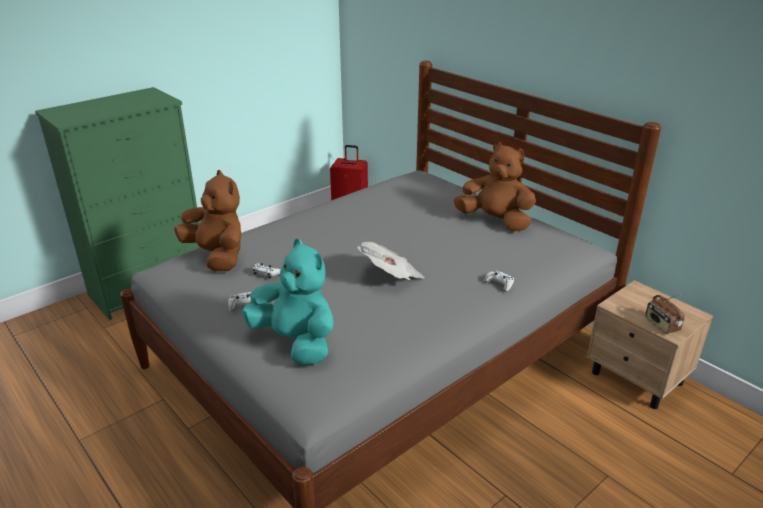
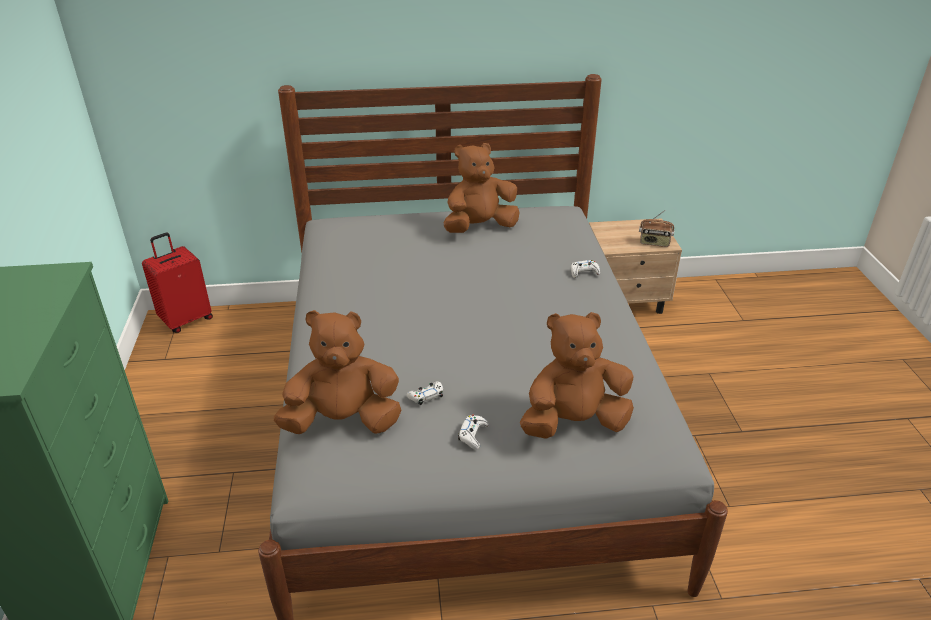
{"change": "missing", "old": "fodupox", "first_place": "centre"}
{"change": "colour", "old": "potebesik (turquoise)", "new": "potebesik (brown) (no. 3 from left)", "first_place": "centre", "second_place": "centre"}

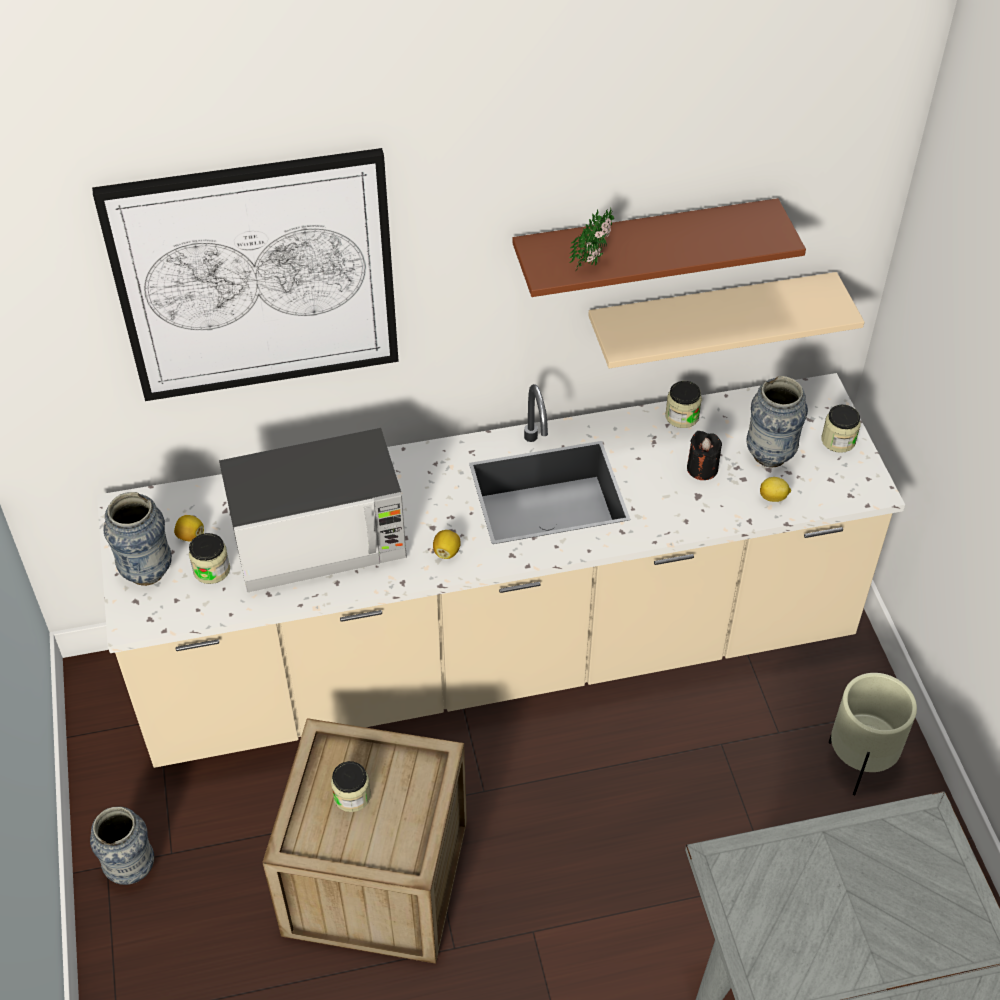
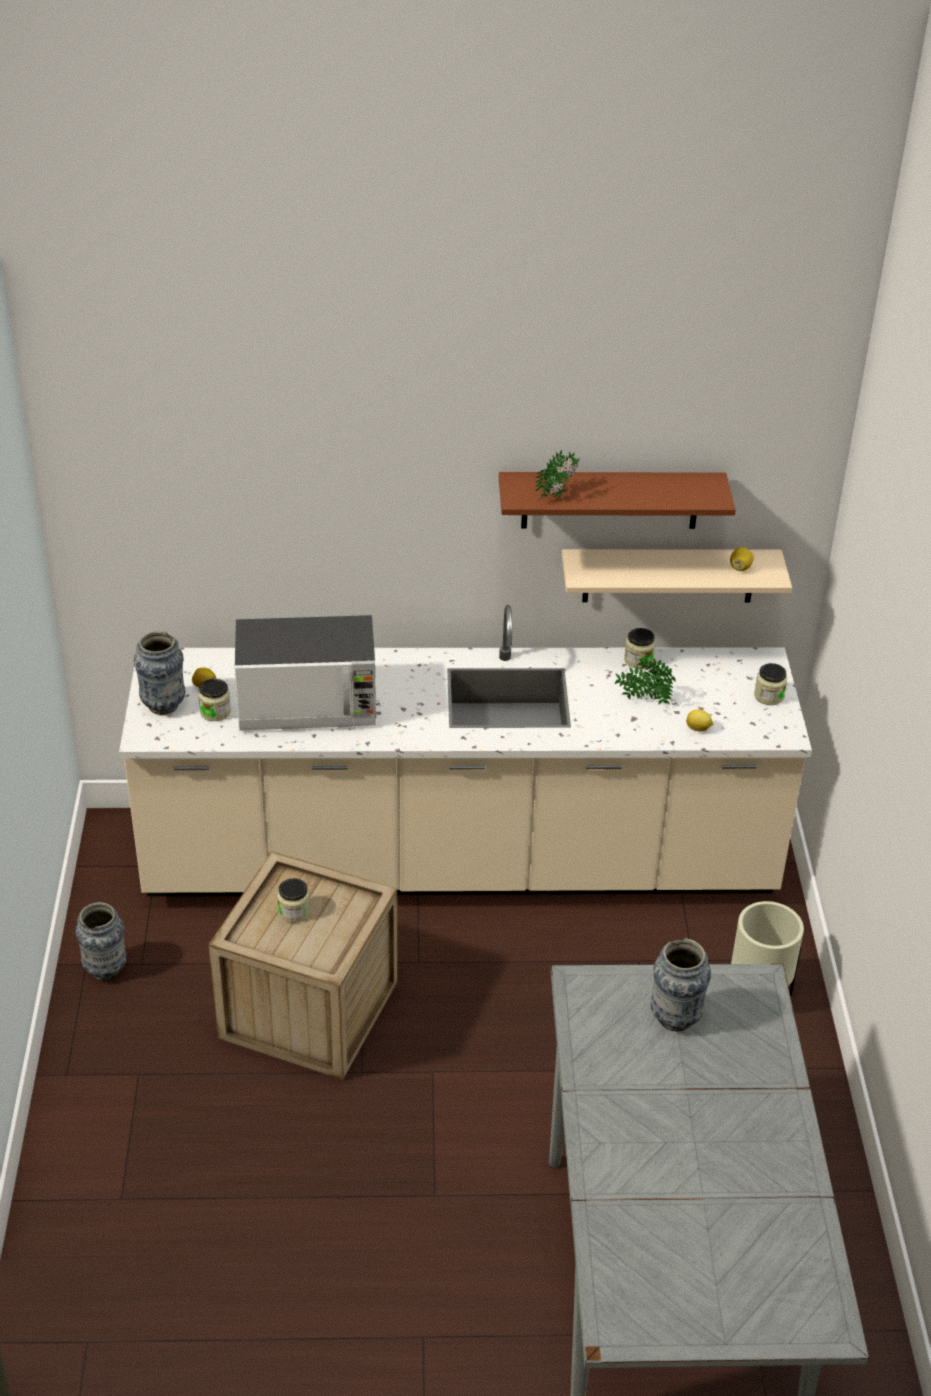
{"change": "missing", "old": "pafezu", "first_place": "top left"}
{"change": "relocated", "old": "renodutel (no. 2 from left in the first image)", "new": "renodutel (no. 3 from left)", "first_place": "centre", "second_place": "middle right"}
{"change": "relocated", "old": "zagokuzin (no. 3 from left)", "first_place": "middle right", "second_place": "bottom right"}
{"change": "exchanged", "old": "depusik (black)", "new": "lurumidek (no. 2 from left)", "first_place": "middle right", "second_place": "middle right"}

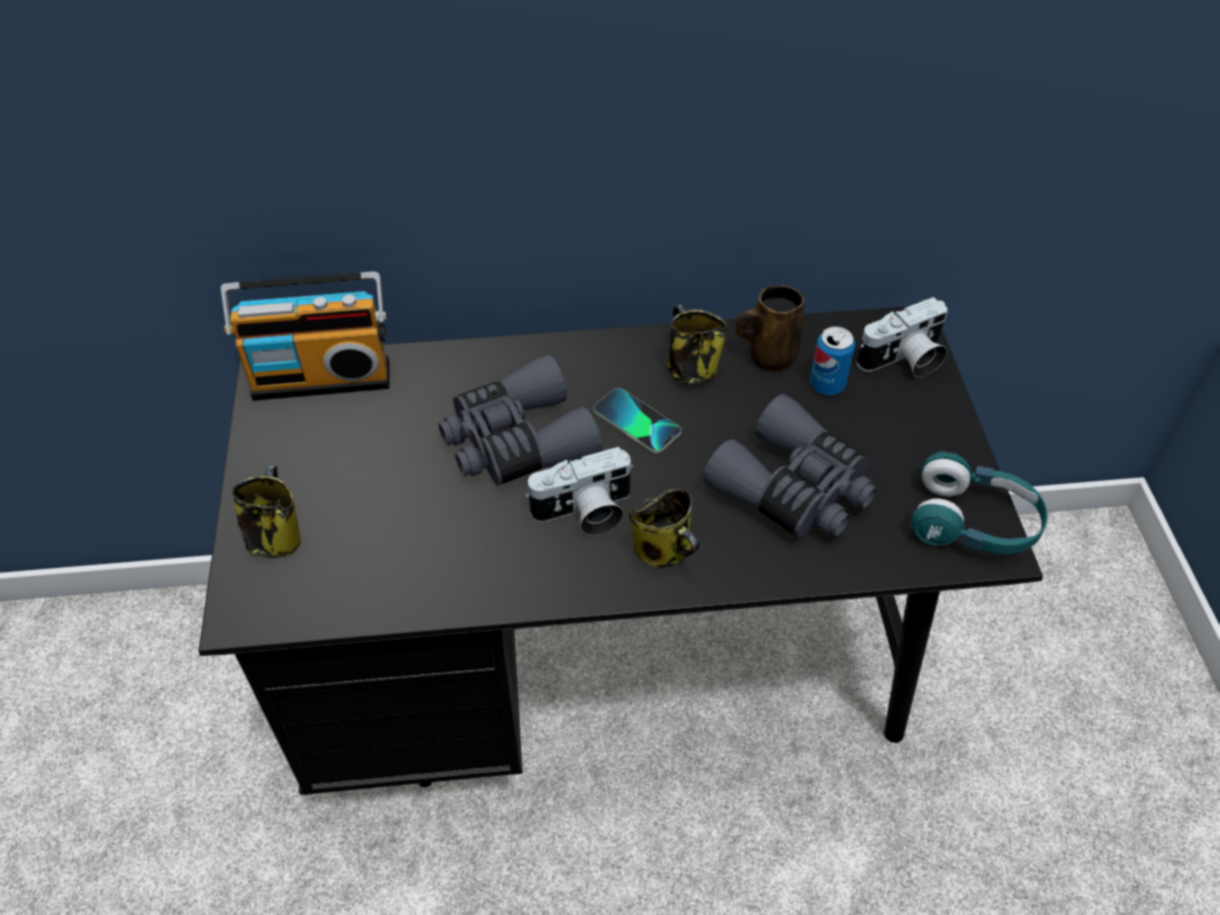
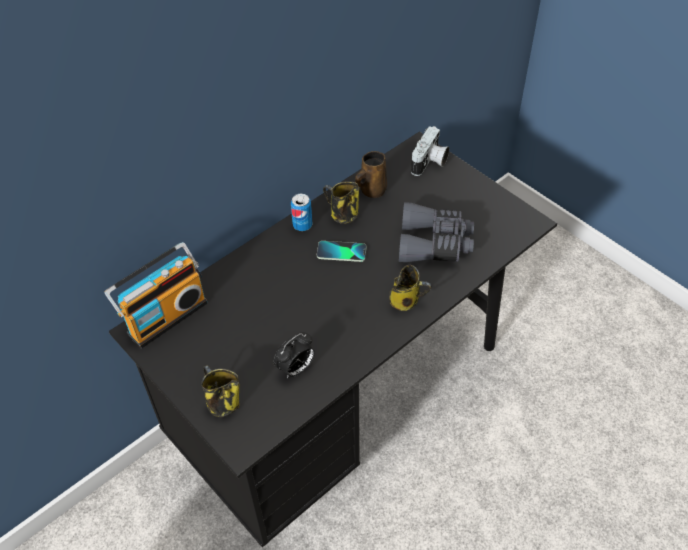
{"change": "missing", "old": "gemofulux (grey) (no. 1 from left)", "first_place": "centre"}
{"change": "missing", "old": "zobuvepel (no. 1 from left)", "first_place": "centre"}
{"change": "missing", "old": "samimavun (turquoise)", "first_place": "middle right"}
{"change": "appeared", "new": "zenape", "second_place": "centre"}
{"change": "relocated", "old": "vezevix", "first_place": "middle right", "second_place": "centre"}

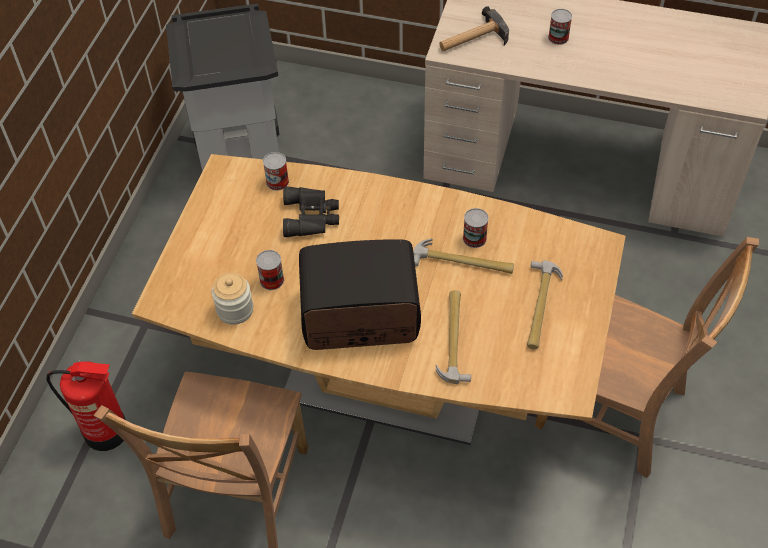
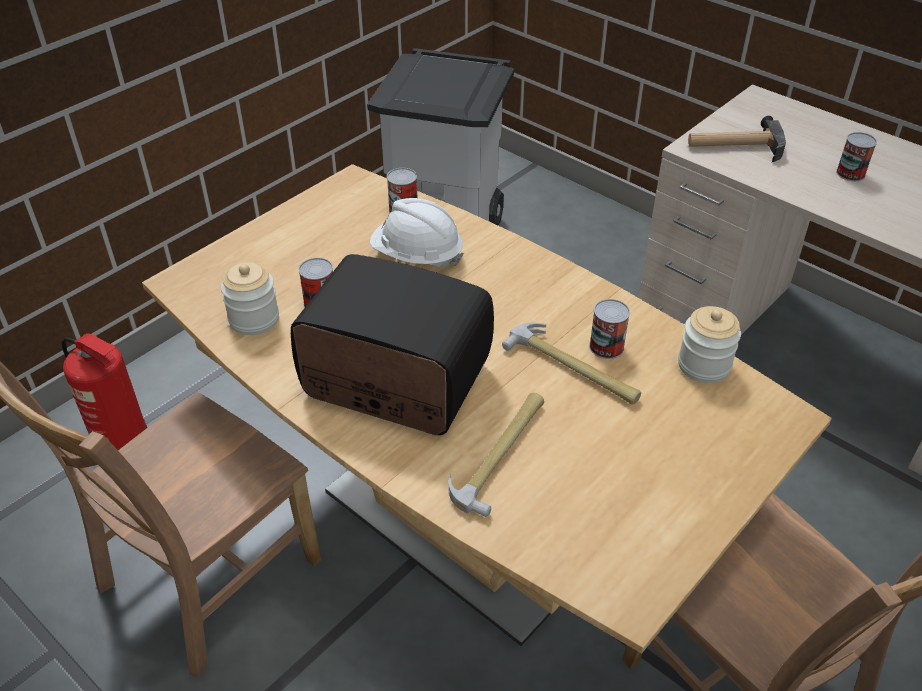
{"change": "missing", "old": "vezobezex (no. 4 from left)", "first_place": "middle right"}
{"change": "appeared", "new": "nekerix (no. 2 from left)", "second_place": "middle right"}
{"change": "exchanged", "old": "gemofulux (black)", "new": "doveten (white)", "first_place": "centre", "second_place": "centre"}

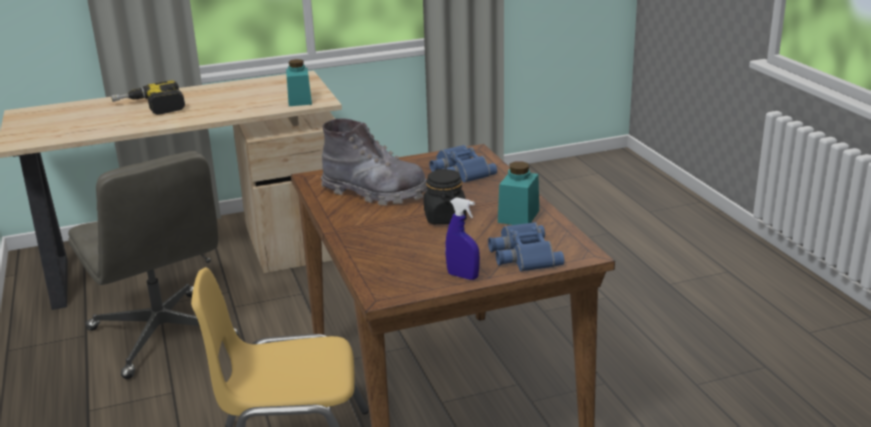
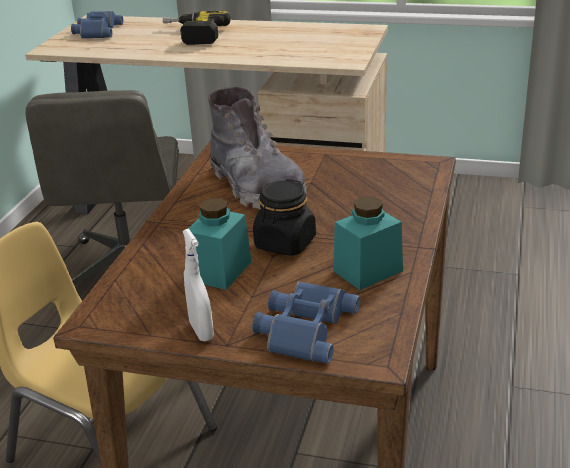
{"change": "relocated", "old": "nekerix (turquoise) (no. 1 from left)", "first_place": "top centre", "second_place": "centre"}
{"change": "relocated", "old": "gemofulux (blue) (no. 1 from left)", "first_place": "centre", "second_place": "top left"}
{"change": "colour", "old": "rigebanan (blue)", "new": "rigebanan (white)", "first_place": "centre", "second_place": "centre"}

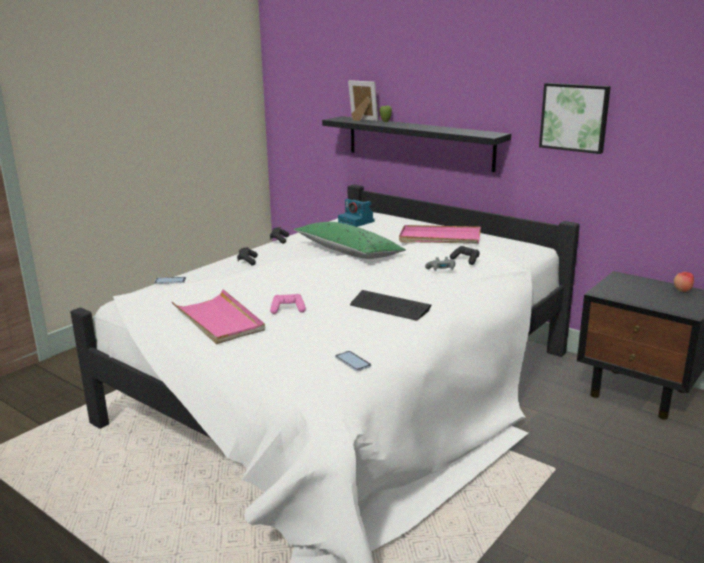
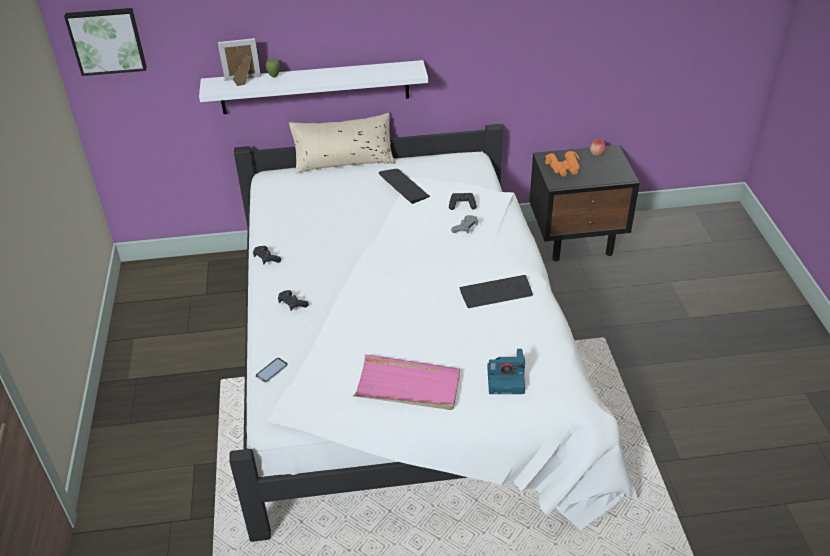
{"change": "missing", "old": "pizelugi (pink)", "first_place": "centre"}
{"change": "missing", "old": "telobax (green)", "first_place": "centre"}
{"change": "missing", "old": "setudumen (no. 2 from left)", "first_place": "centre"}
{"change": "appeared", "new": "telobax (beige)", "second_place": "top centre"}
{"change": "appeared", "new": "gemofulux (orange)", "second_place": "top right"}
{"change": "relocated", "old": "zobuvepel", "first_place": "centre", "second_place": "bottom centre"}
{"change": "relocated", "old": "pafezu", "first_place": "top right", "second_place": "top left"}
{"change": "exchanged", "old": "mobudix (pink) (no. 2 from left)", "new": "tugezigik (no. 1 from left)", "first_place": "centre", "second_place": "centre"}
{"change": "colour", "old": "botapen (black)", "new": "botapen (white)", "first_place": "top centre", "second_place": "top centre"}

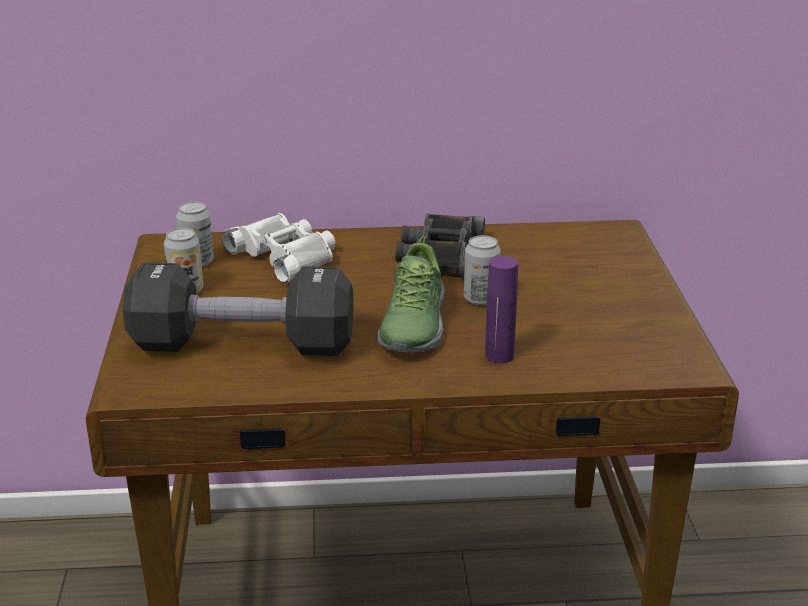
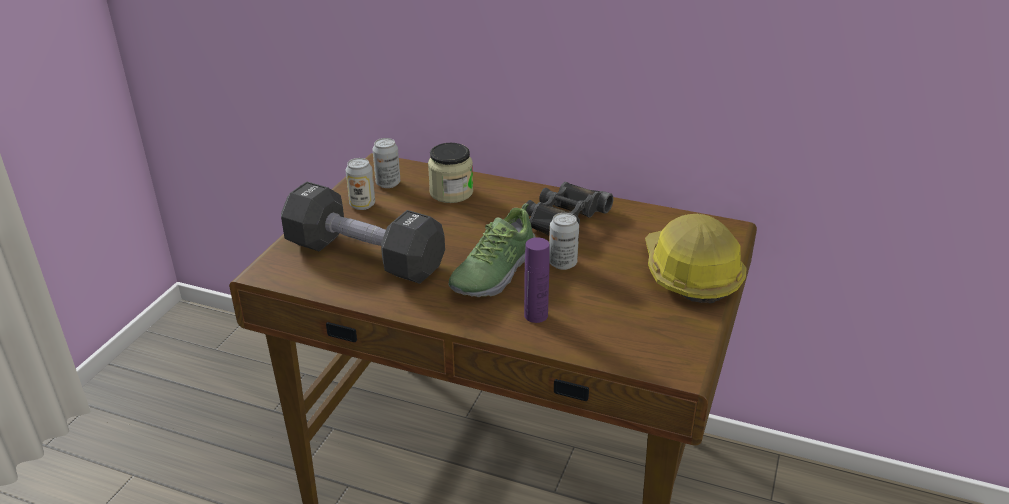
{"change": "appeared", "new": "doveten", "second_place": "middle right"}
{"change": "exchanged", "old": "gemofulux (white)", "new": "nekerix", "first_place": "centre", "second_place": "centre"}

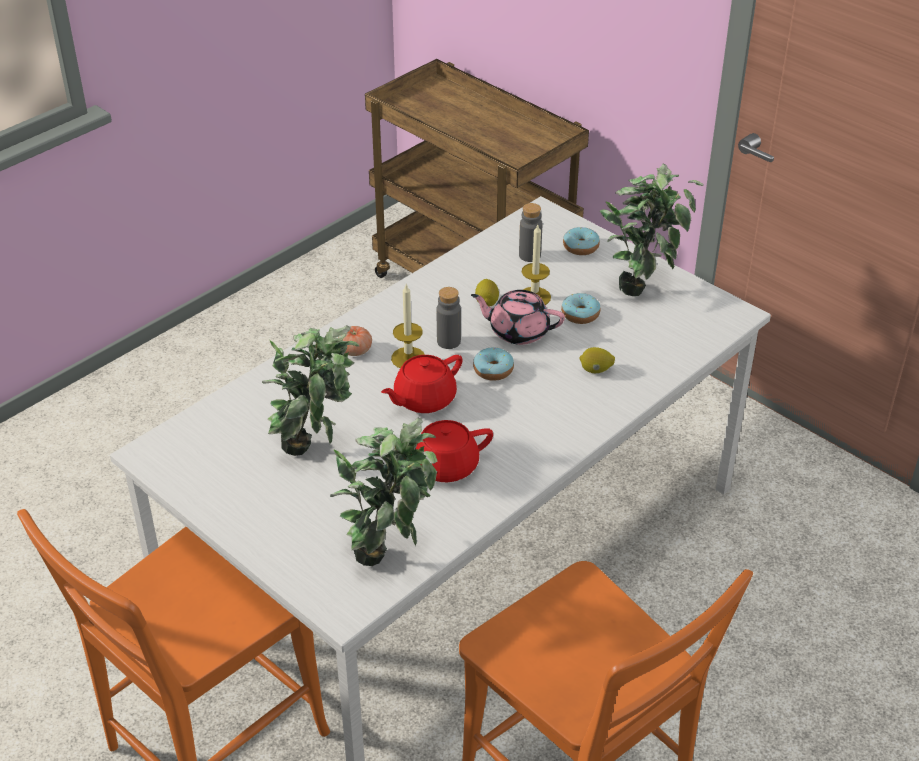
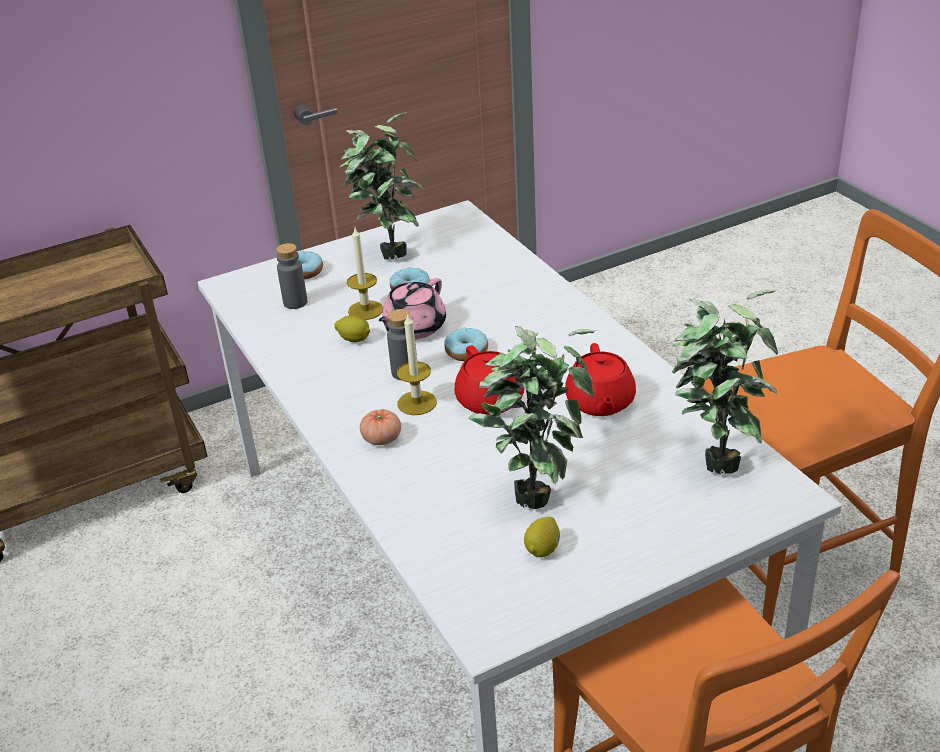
{"change": "relocated", "old": "renodutel (no. 2 from left)", "first_place": "centre", "second_place": "bottom centre"}

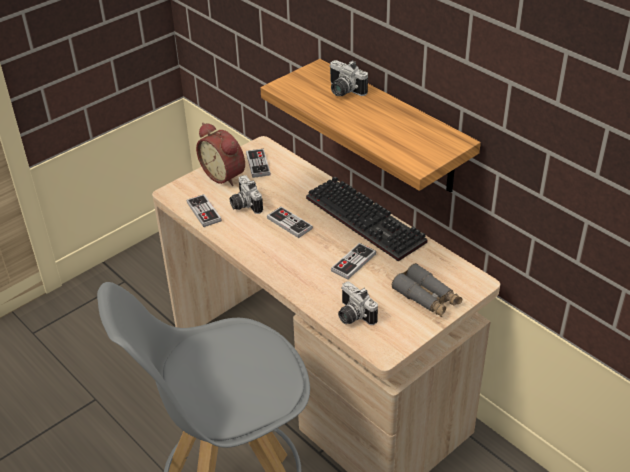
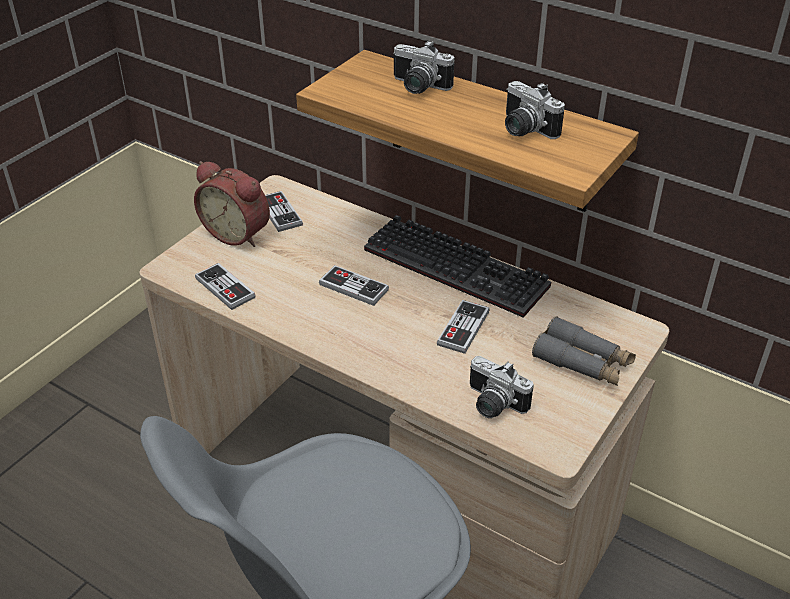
{"change": "relocated", "old": "zobuvepel (no. 1 from left in the first image)", "new": "zobuvepel (no. 3 from left)", "first_place": "centre", "second_place": "top right"}

